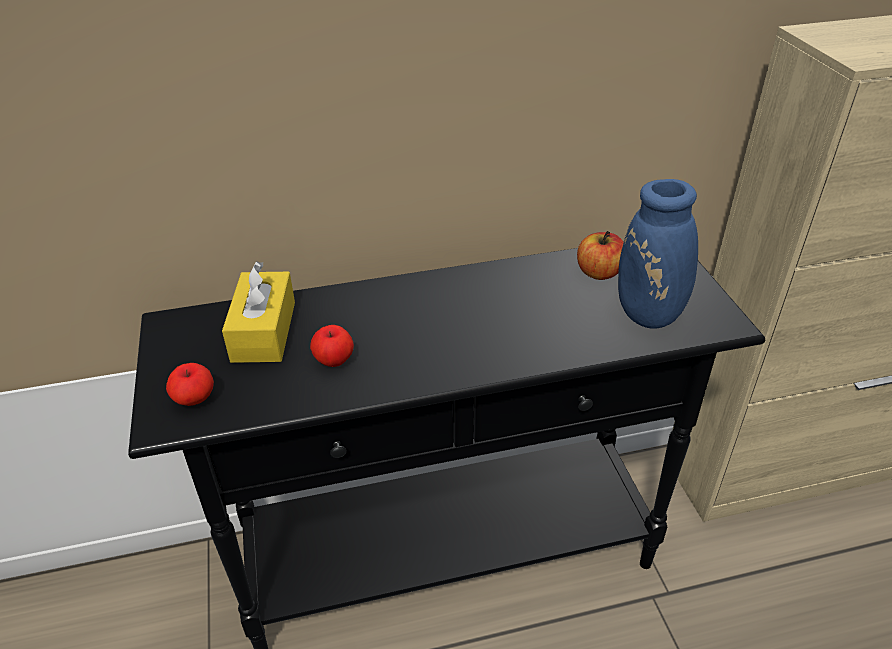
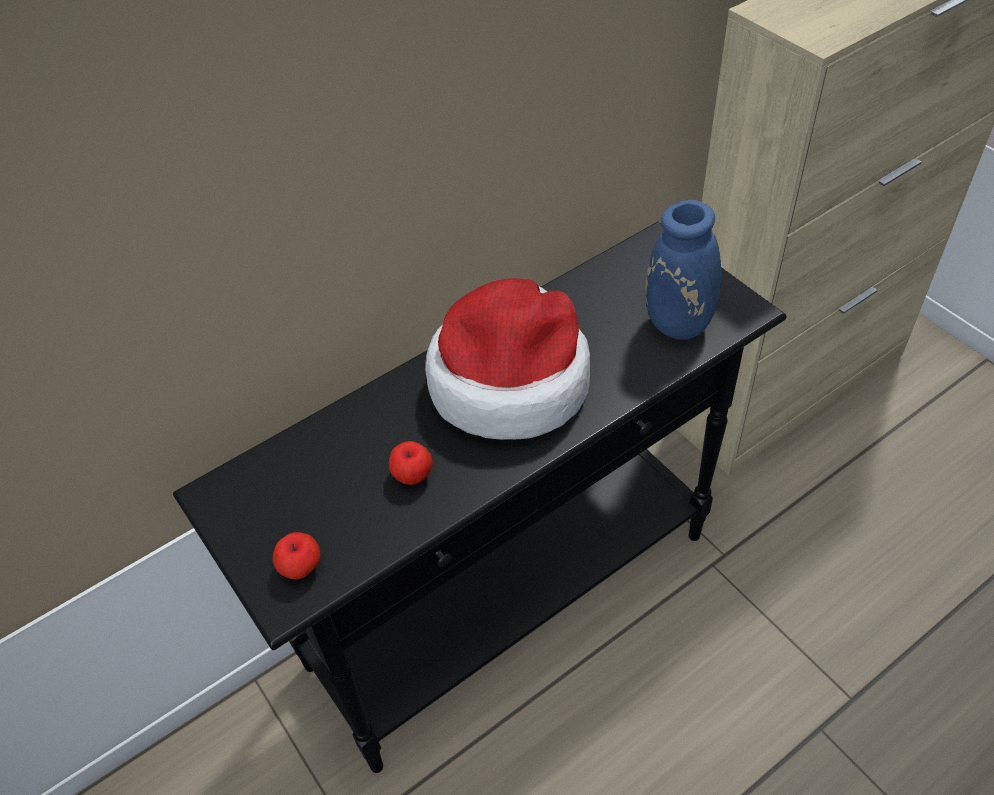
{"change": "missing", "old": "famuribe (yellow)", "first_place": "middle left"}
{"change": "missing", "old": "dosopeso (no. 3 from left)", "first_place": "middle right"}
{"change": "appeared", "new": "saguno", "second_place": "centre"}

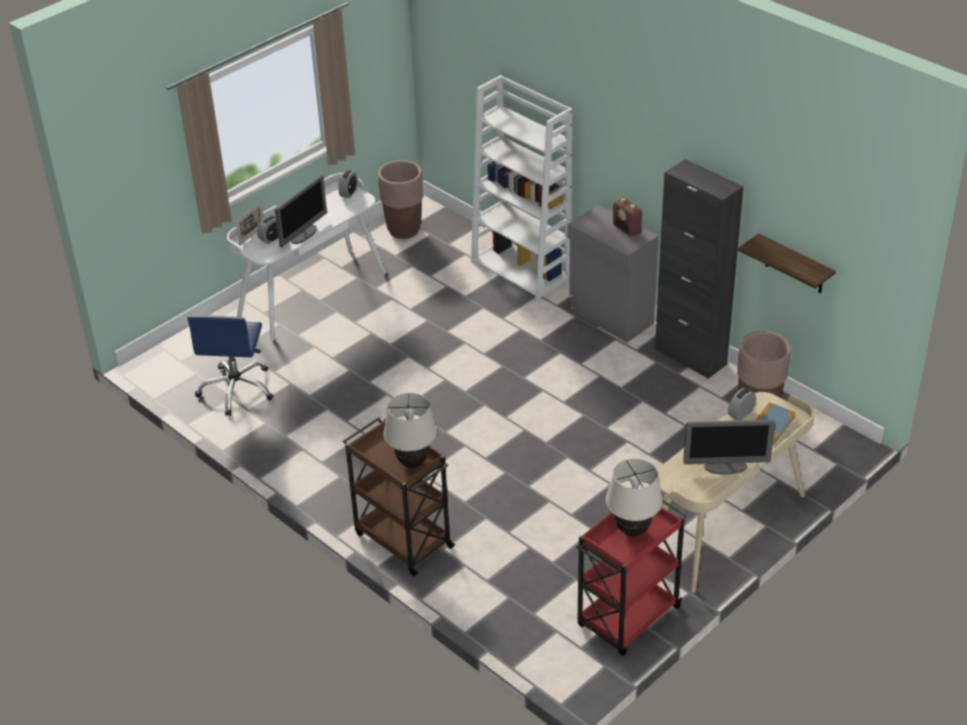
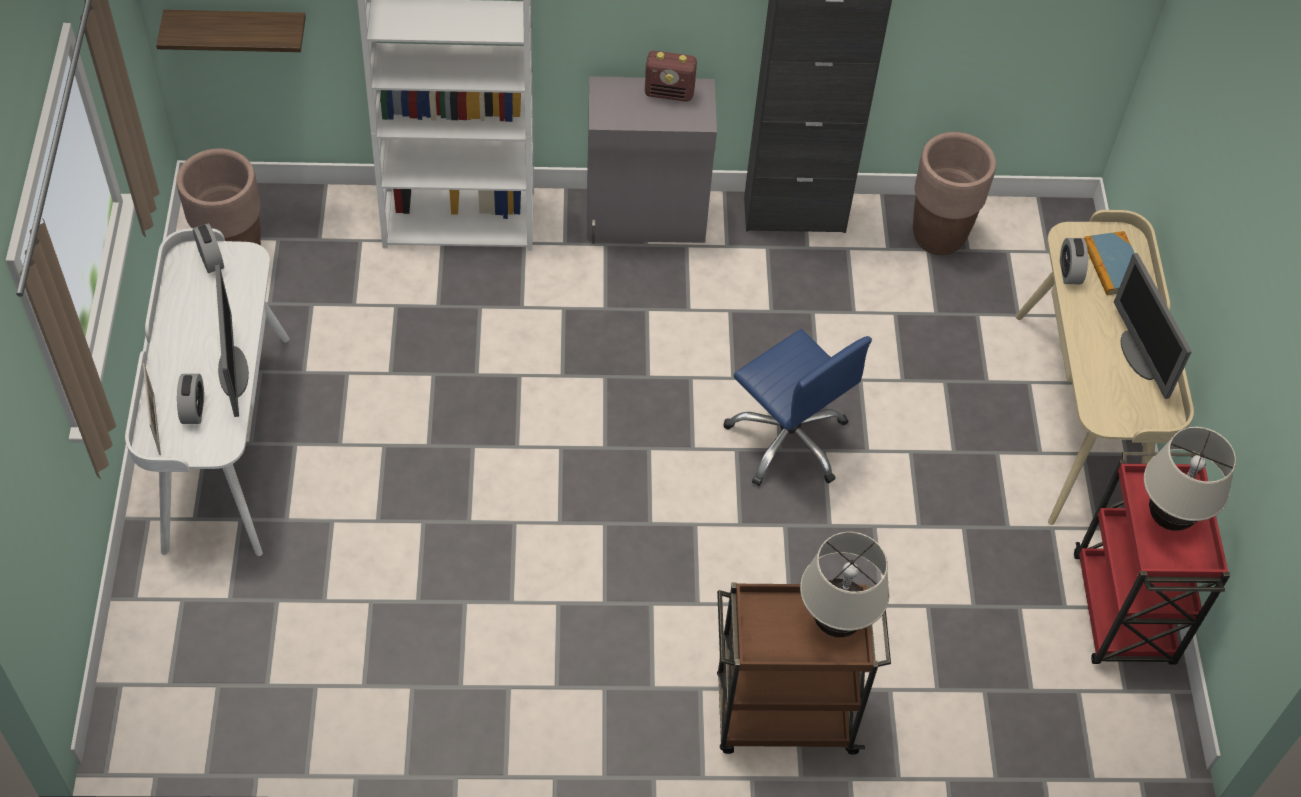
{"change": "relocated", "old": "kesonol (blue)", "first_place": "middle left", "second_place": "centre"}
{"change": "relocated", "old": "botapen", "first_place": "middle right", "second_place": "top left"}
{"change": "spun", "old": "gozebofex (no. 2 from left)", "first_place": "middle right", "second_place": "middle right", "degrees": 120}

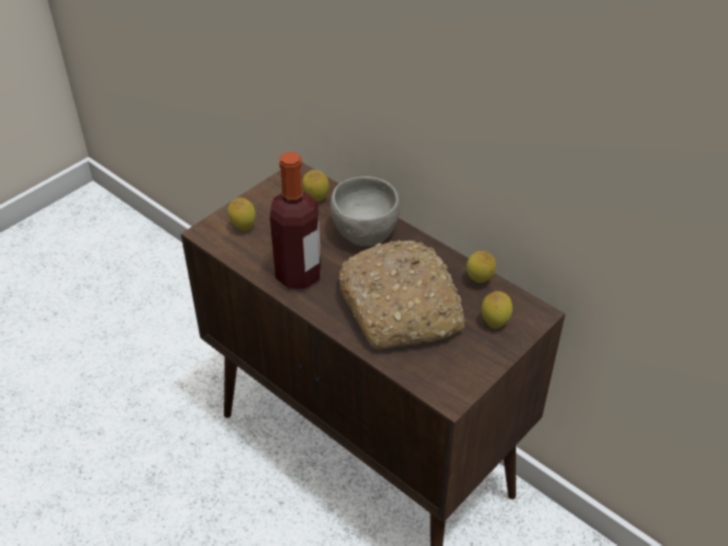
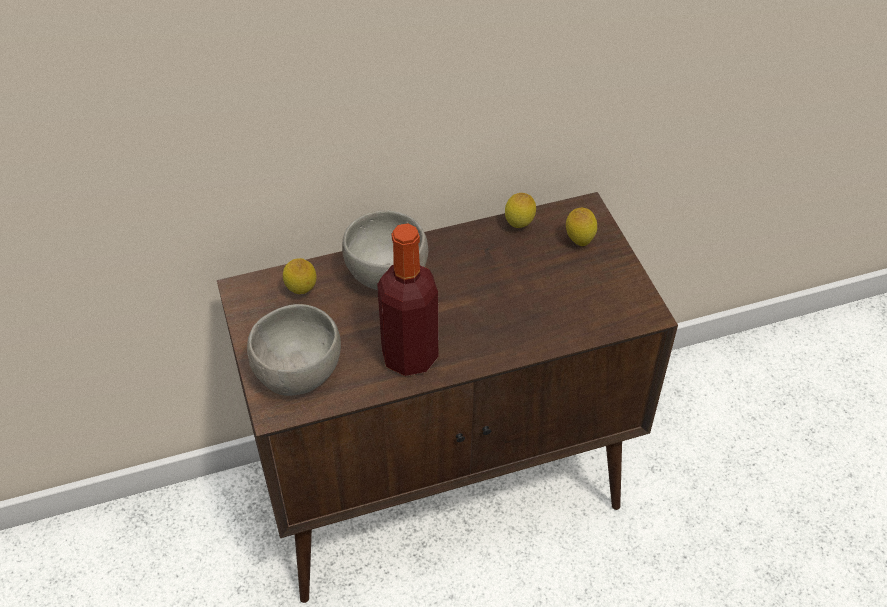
{"change": "missing", "old": "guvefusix", "first_place": "centre"}
{"change": "exchanged", "old": "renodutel (no. 1 from left)", "new": "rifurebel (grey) (no. 1 from left)", "first_place": "middle left", "second_place": "middle left"}

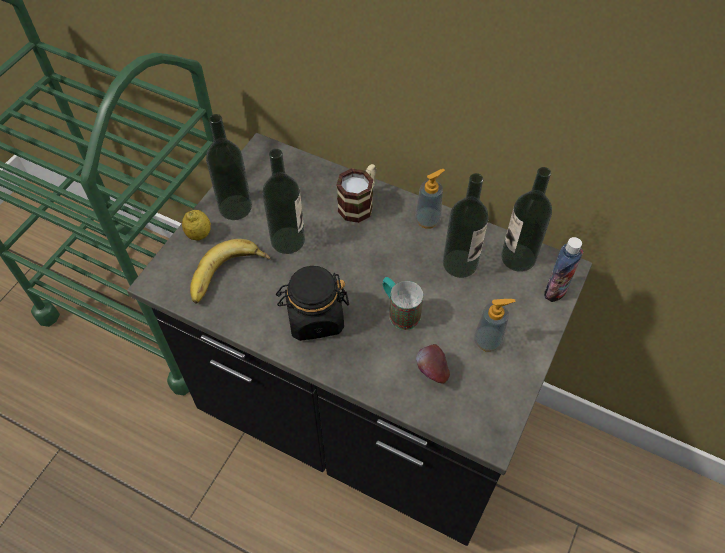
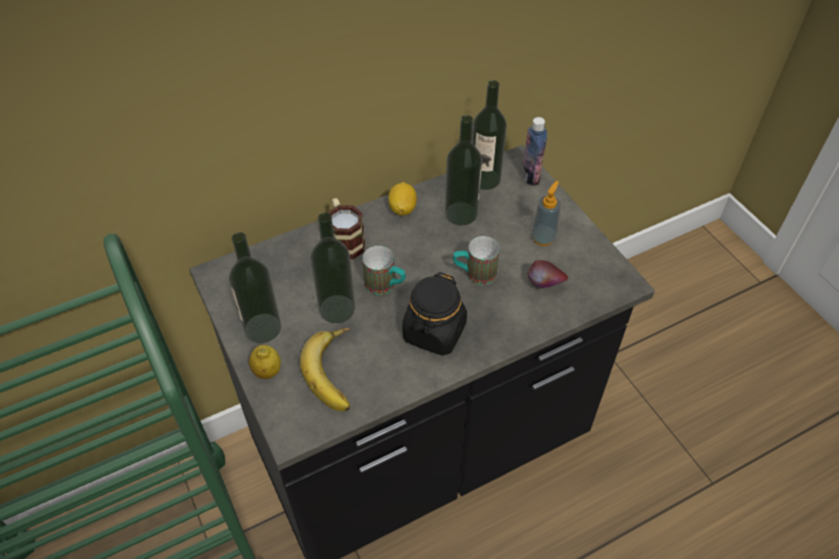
{"change": "appeared", "new": "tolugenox (no. 2 from left)", "second_place": "centre"}
{"change": "exchanged", "old": "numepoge (no. 1 from left)", "new": "renodutel (no. 2 from left)", "first_place": "centre", "second_place": "centre"}

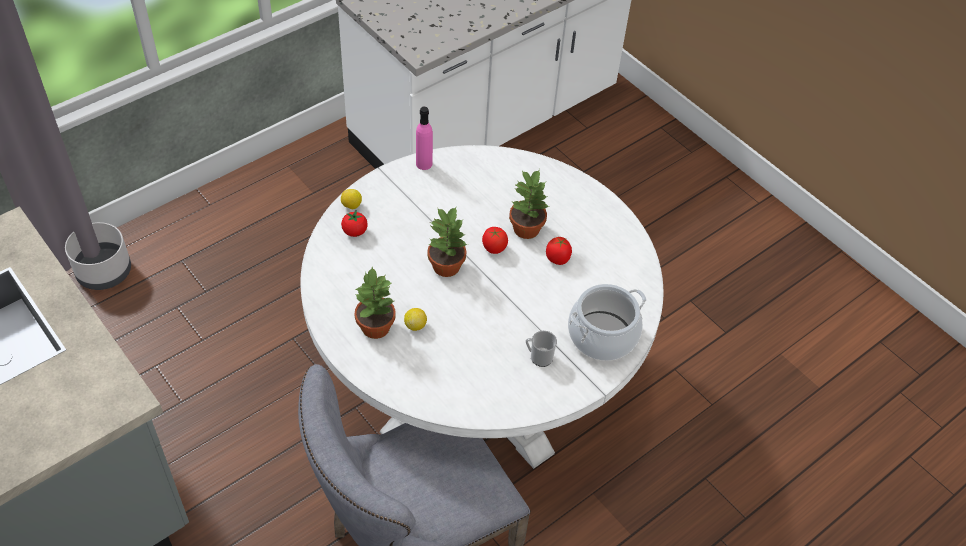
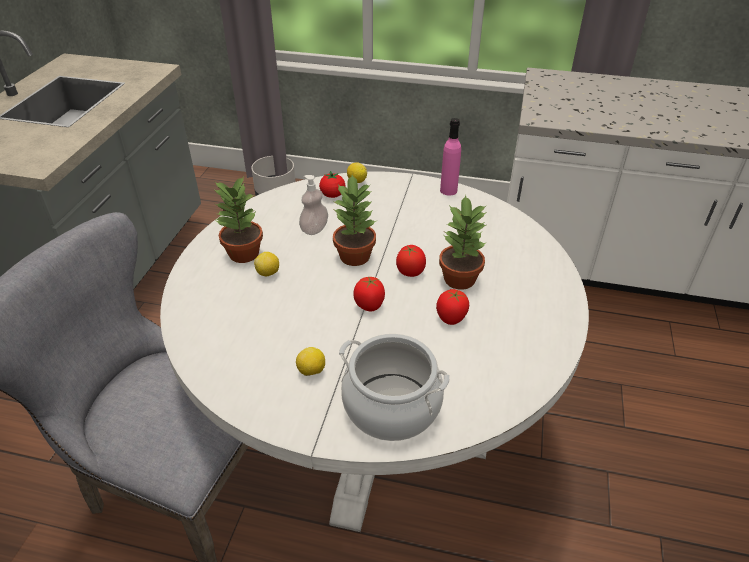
{"change": "appeared", "new": "numepoge", "second_place": "centre"}
{"change": "appeared", "new": "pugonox (no. 2 from left)", "second_place": "centre"}
{"change": "exchanged", "old": "tolugenox", "new": "renodutel (no. 2 from left)", "first_place": "centre", "second_place": "centre"}

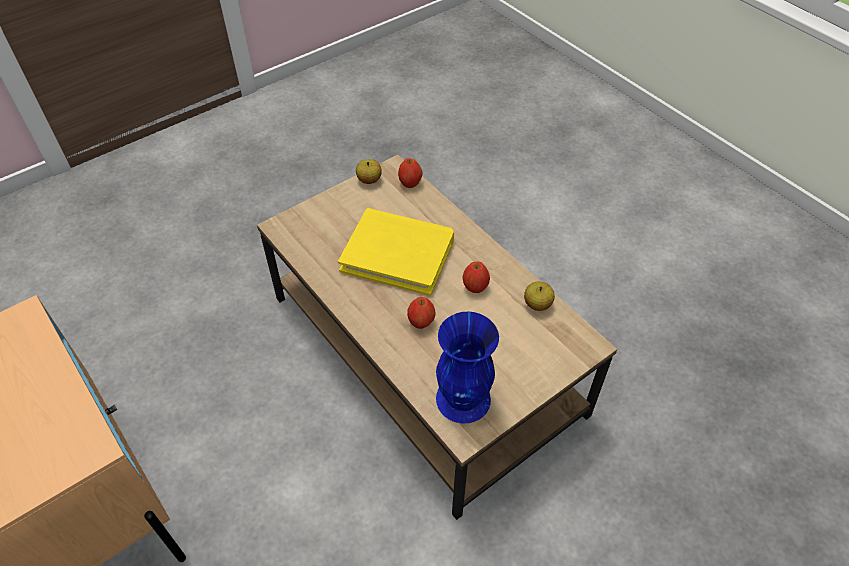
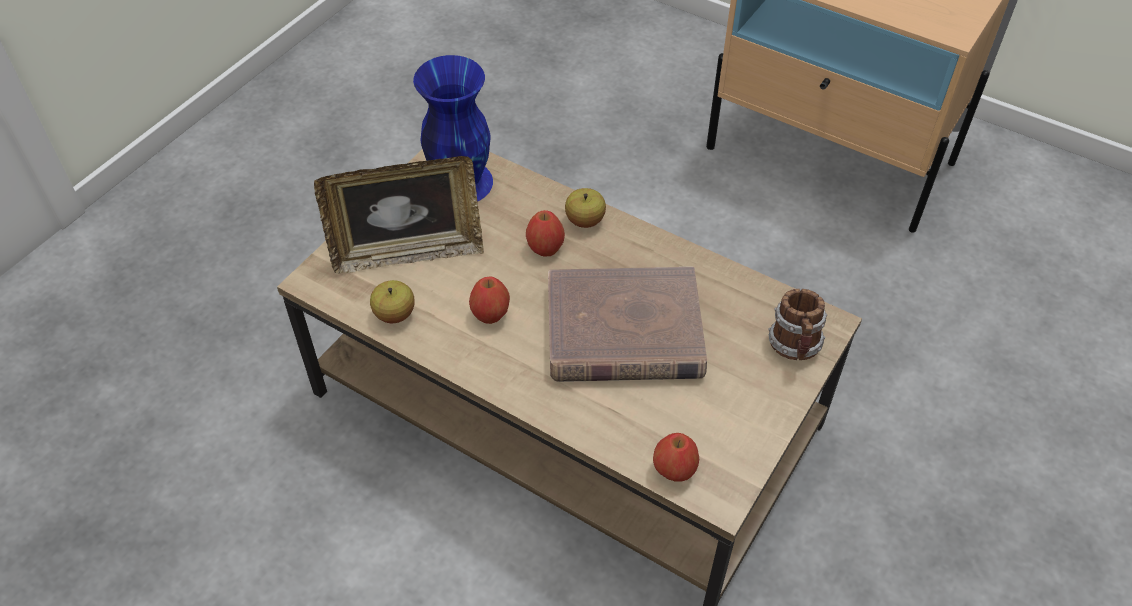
{"change": "appeared", "new": "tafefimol", "second_place": "centre"}
{"change": "appeared", "new": "tolugenox", "second_place": "middle right"}
{"change": "relocated", "old": "dosopeso (no. 1 from left in the first image)", "new": "dosopeso (no. 4 from left)", "first_place": "top centre", "second_place": "centre"}
{"change": "colour", "old": "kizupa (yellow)", "new": "kizupa (brown)", "first_place": "centre", "second_place": "centre"}

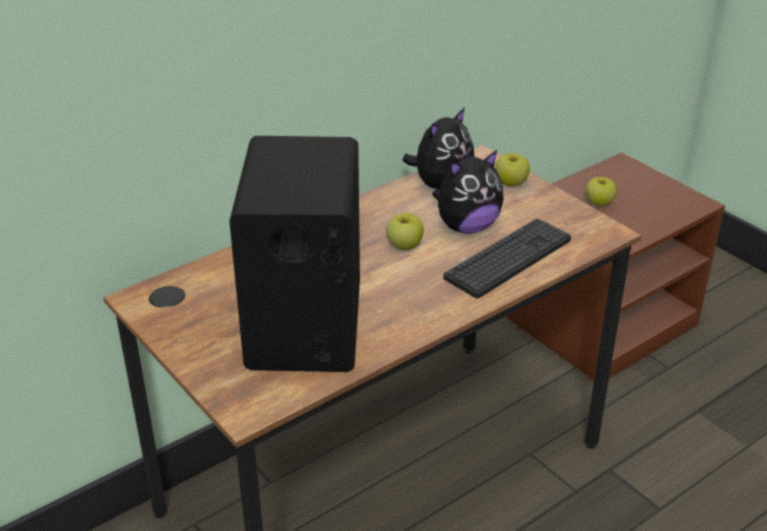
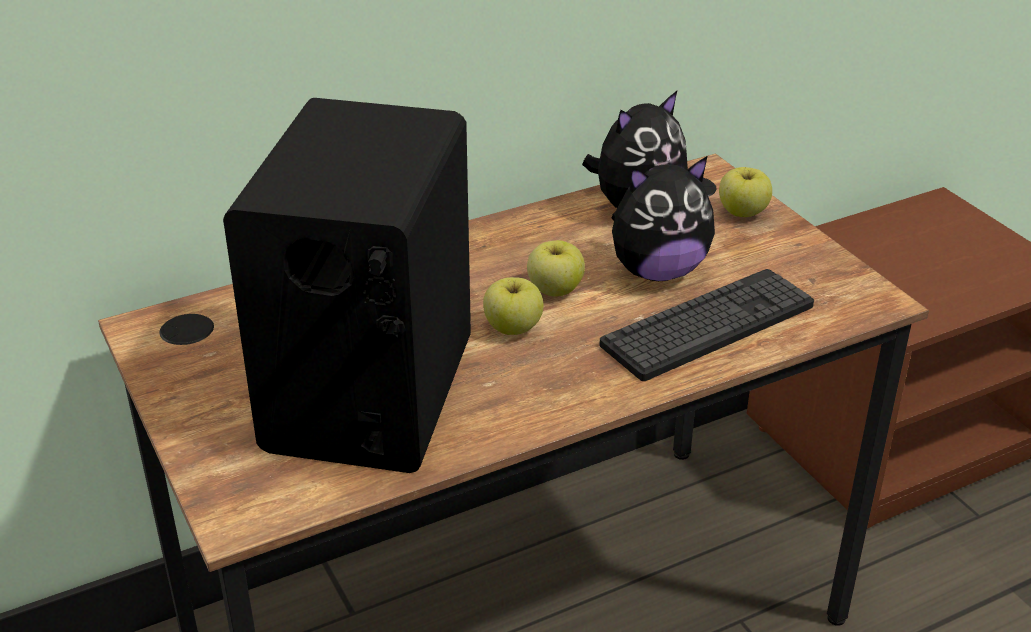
{"change": "relocated", "old": "dosopeso (no. 3 from left in the first image)", "new": "dosopeso (no. 1 from left)", "first_place": "middle right", "second_place": "centre"}

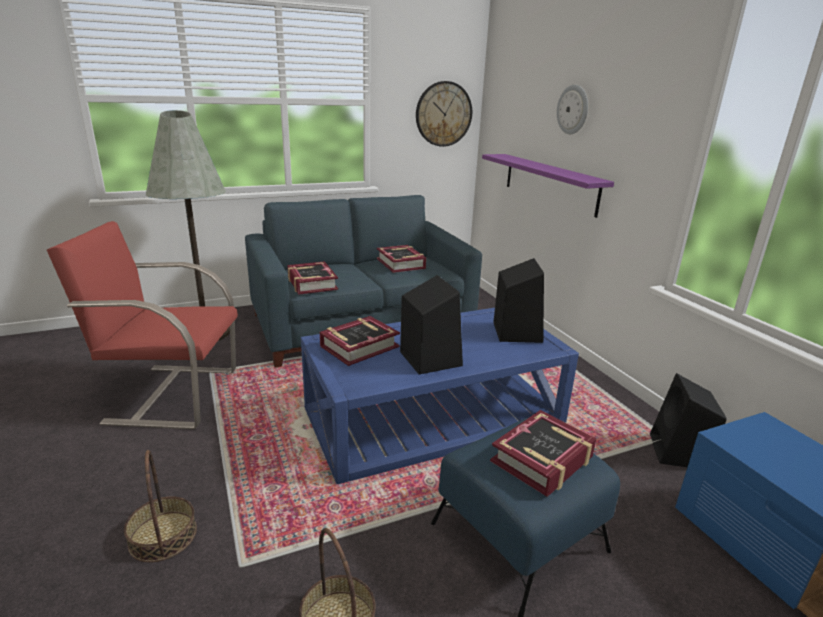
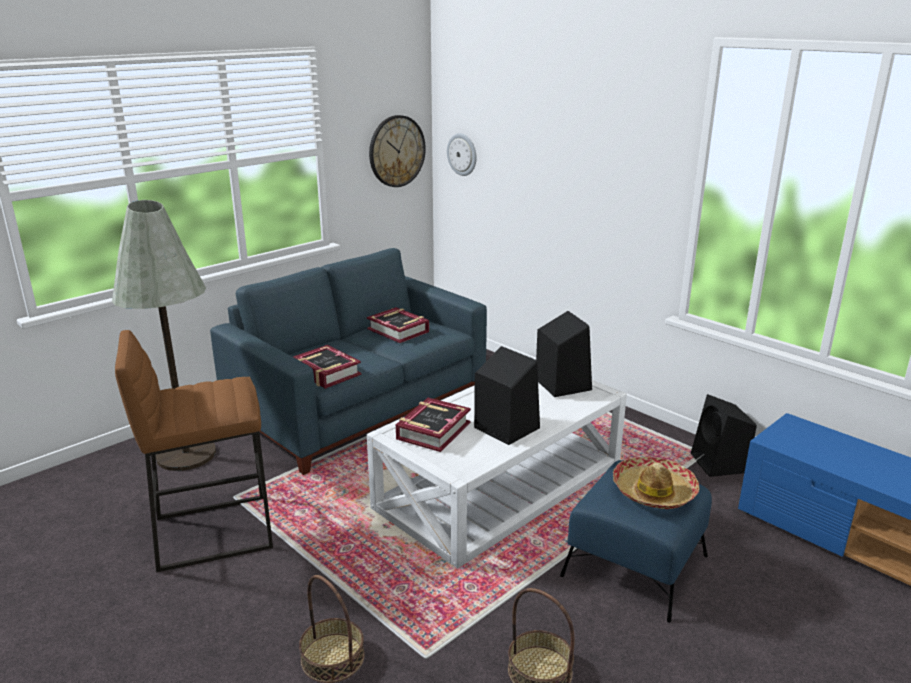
{"change": "missing", "old": "botapen (purple)", "first_place": "top centre"}
{"change": "relocated", "old": "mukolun (no. 2 from left)", "first_place": "top right", "second_place": "top centre"}
{"change": "exchanged", "old": "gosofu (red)", "new": "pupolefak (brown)", "first_place": "middle left", "second_place": "middle left"}
{"change": "exchanged", "old": "kizupa (no. 4 from left)", "new": "saguno", "first_place": "bottom centre", "second_place": "bottom right"}
{"change": "colour", "old": "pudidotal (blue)", "new": "pudidotal (white)", "first_place": "centre", "second_place": "bottom centre"}

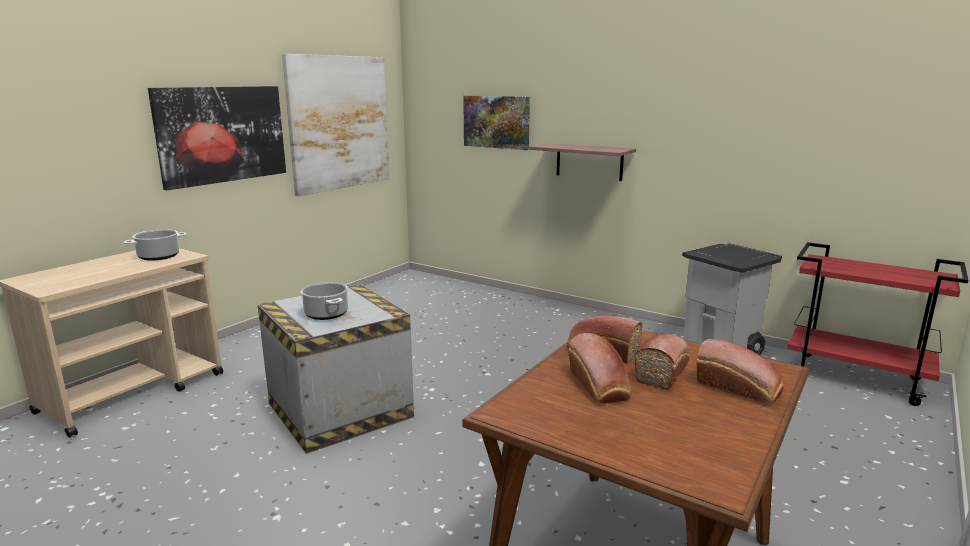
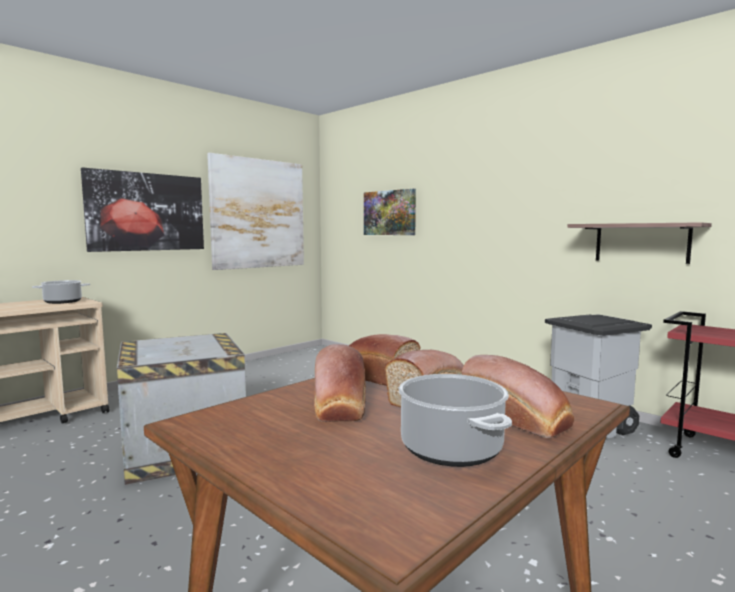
{"change": "relocated", "old": "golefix (no. 2 from left)", "first_place": "centre", "second_place": "bottom centre"}
{"change": "relocated", "old": "botapen", "first_place": "top centre", "second_place": "middle right"}

